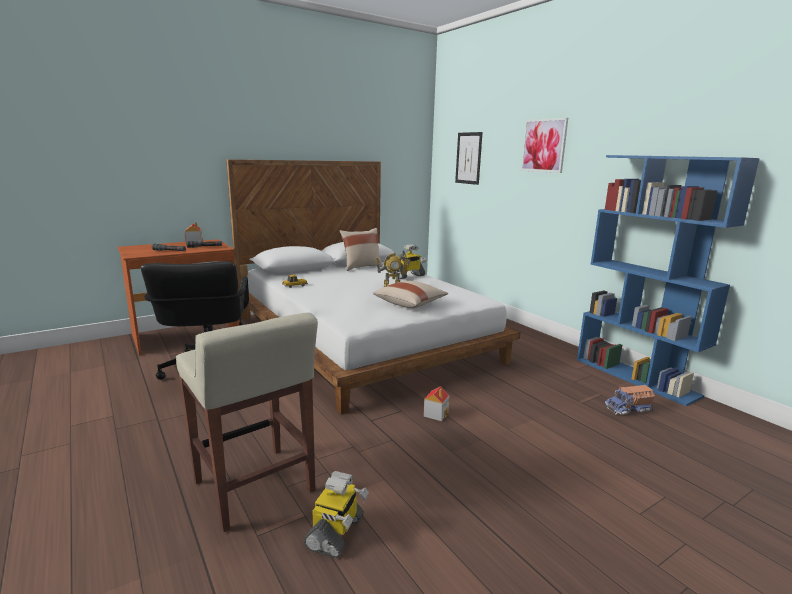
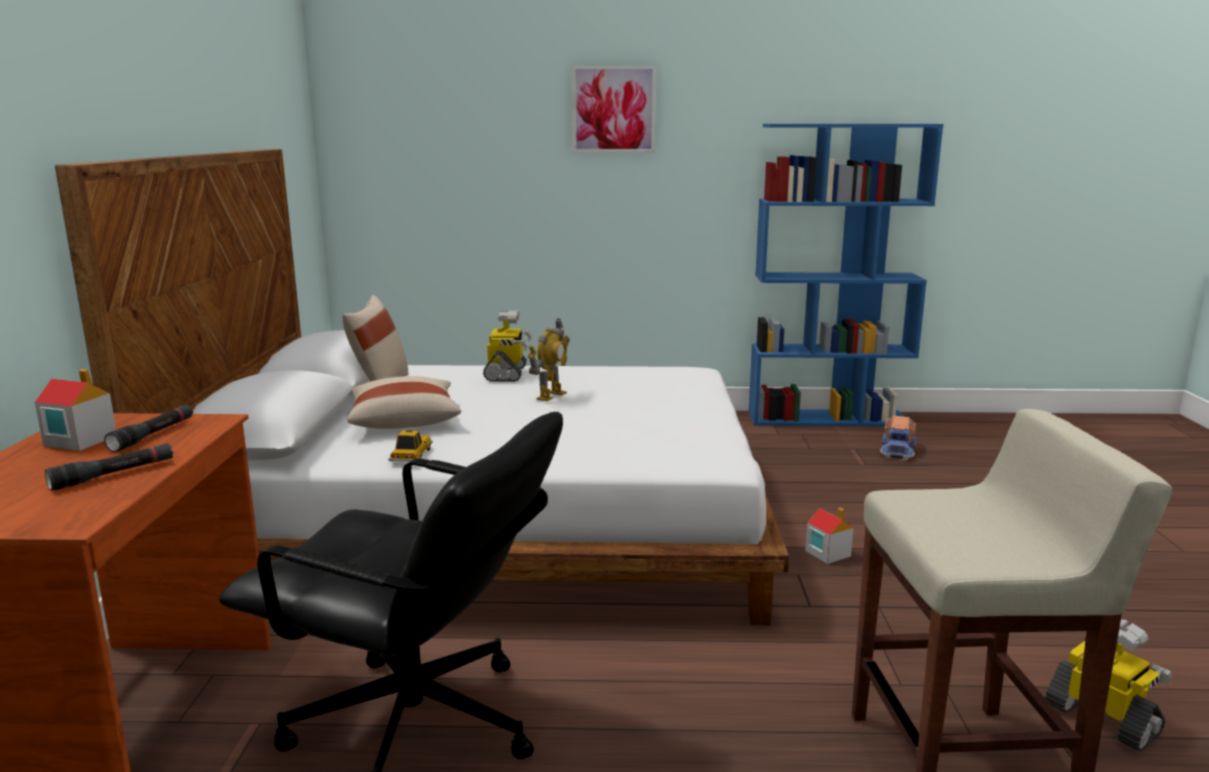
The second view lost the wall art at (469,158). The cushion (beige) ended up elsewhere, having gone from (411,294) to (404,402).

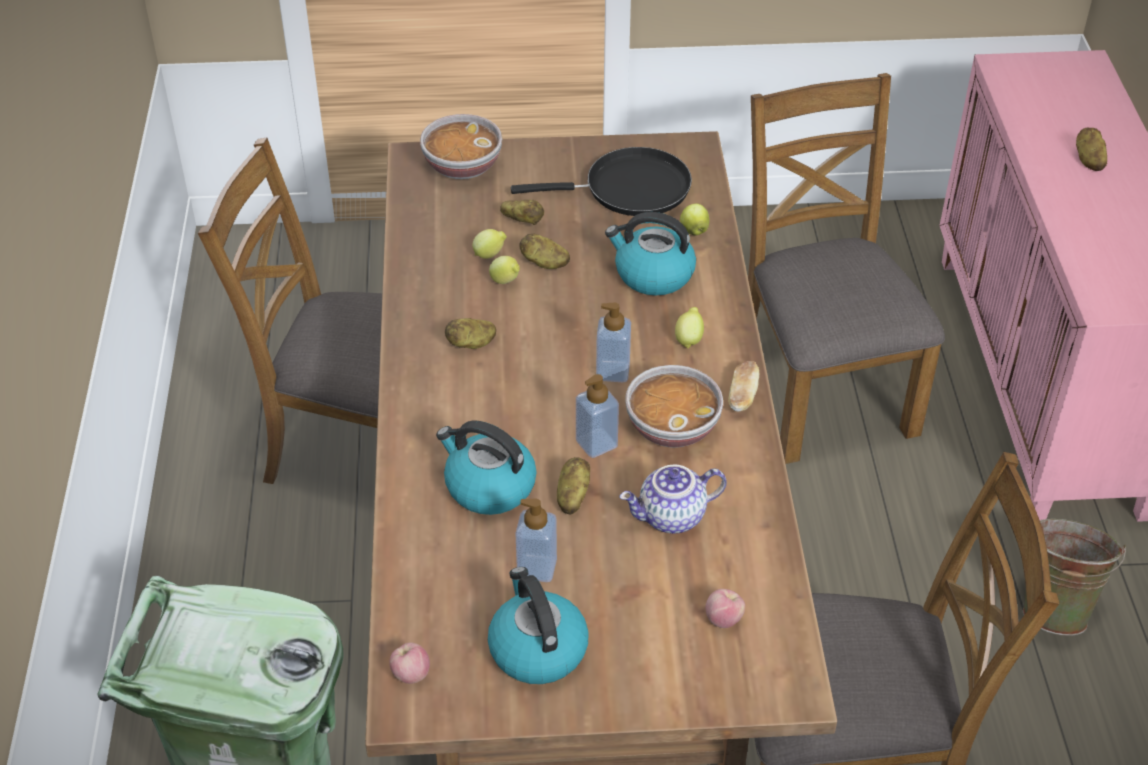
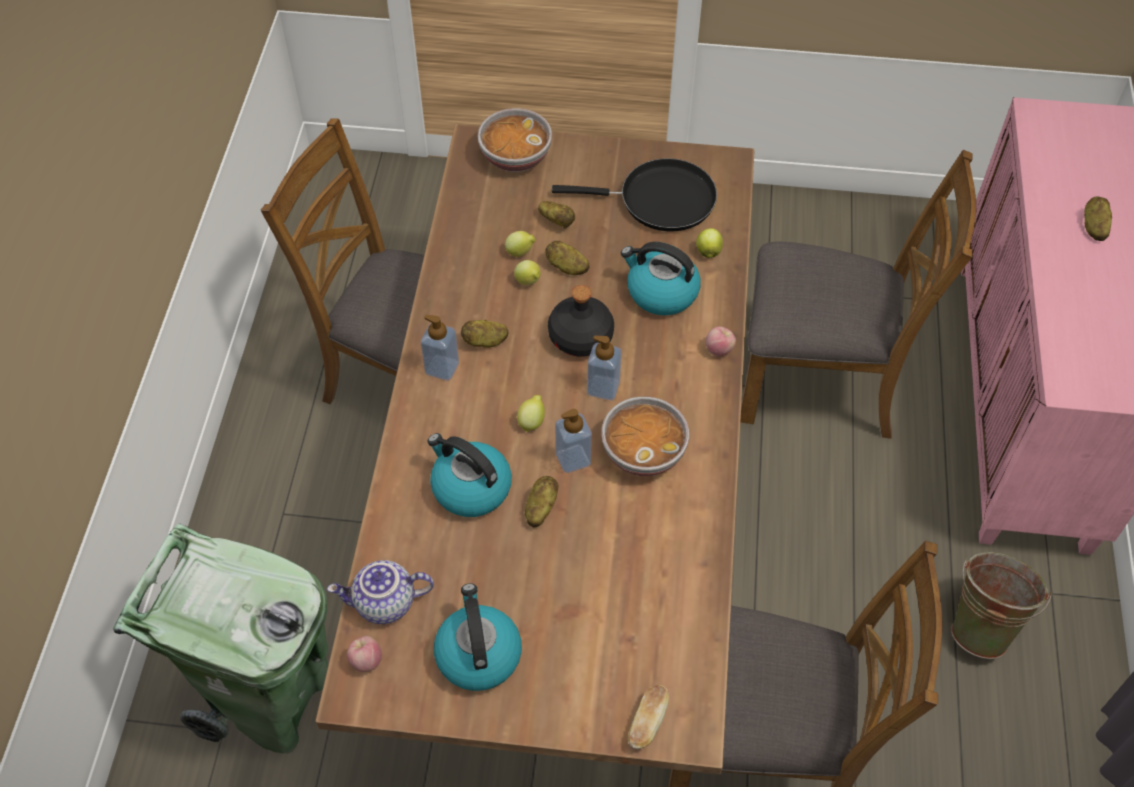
The second view gained the beverage bottle (black-coloured) at (581,321). The liquid soap bottle ended up elsewhere, having gone from (536,540) to (440,347). The teapot ended up elsewhere, having gone from (673,499) to (380,592). The whole lemon ended up elsewhere, having gone from (689,328) to (531,413). The whole apple ended up elsewhere, having gone from (725,608) to (721,341). The bakery bread ended up elsewhere, having gone from (743,386) to (648,717). The plain chair (brown) at (846,268) ended up facing another way, 105 degrees clockwise from before.

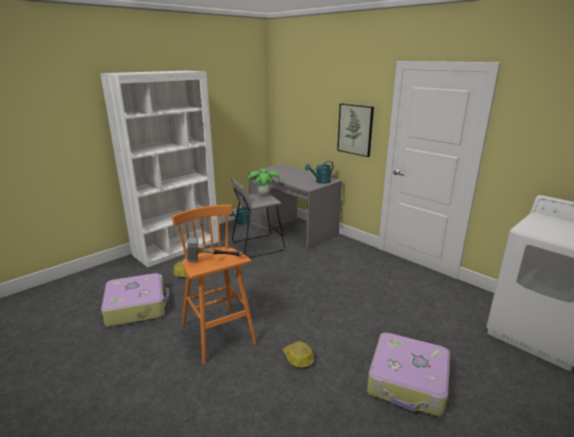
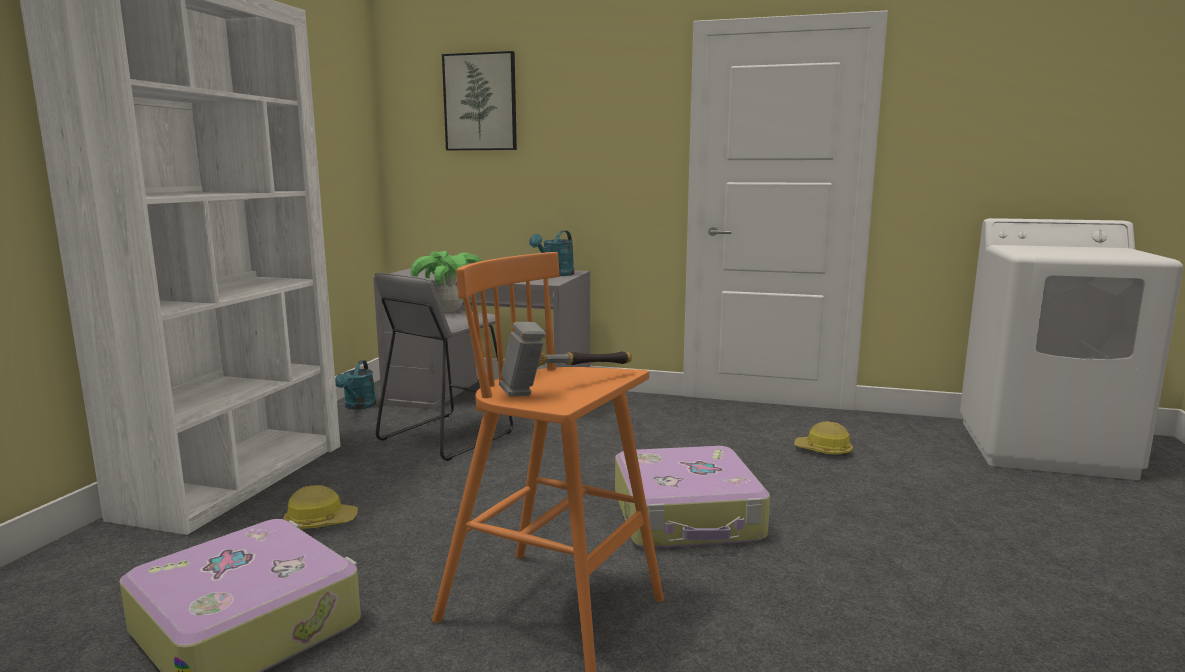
The safety helmet ended up elsewhere, having gone from (298,354) to (823,439). The wall art ended up elsewhere, having gone from (355,130) to (479,100). The travel case ended up elsewhere, having gone from (408,374) to (692,497).

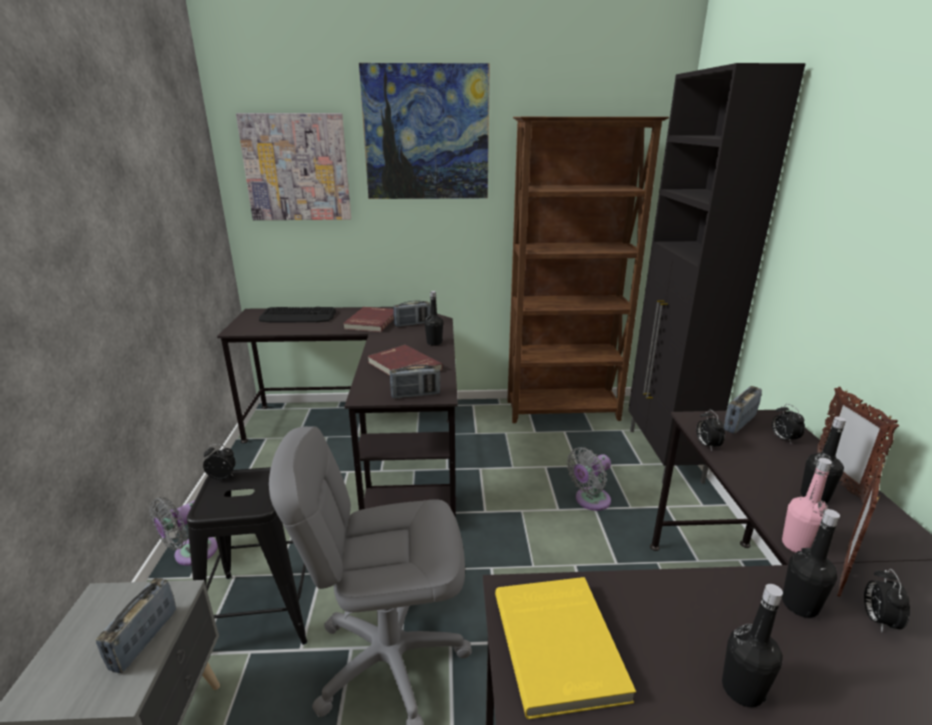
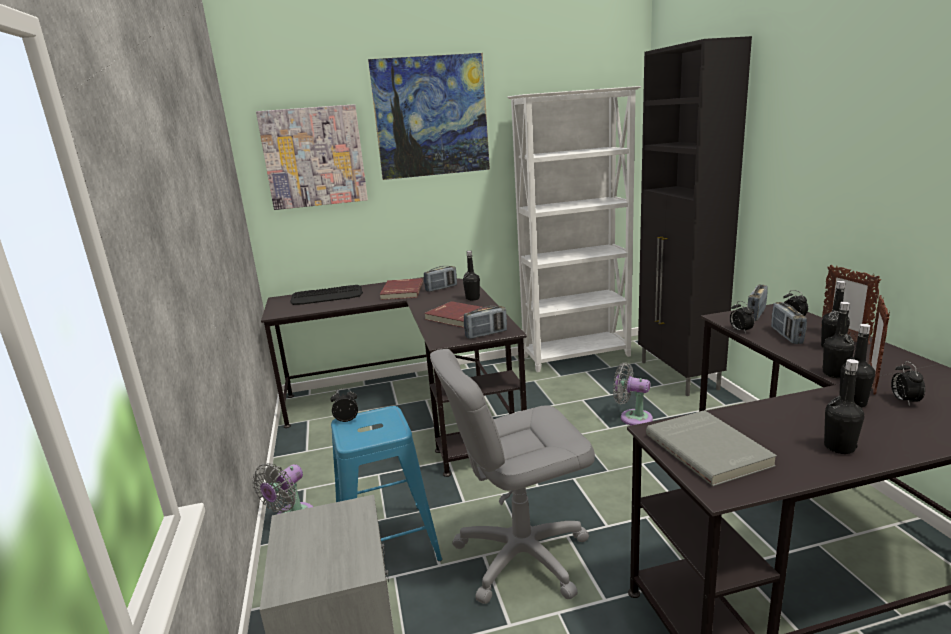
The radio set ended up elsewhere, having gone from (136,625) to (789,323). What was the sitting stool (black-coloured) at (247,556) turned into the sitting stool (blue) at (386,483). What was the volume (yellow-coloured) at (565,648) turned into the volume (gray) at (711,448). What was the shelving unit (brown) at (588,270) turned into the shelving unit (whitish) at (574,229). What was the beverage bottle (pink) at (807,505) turned into the beverage bottle (black-coloured) at (839,340). The cooling fan (gray) at (588,479) ended up facing another way, 75 degrees clockwise from before.

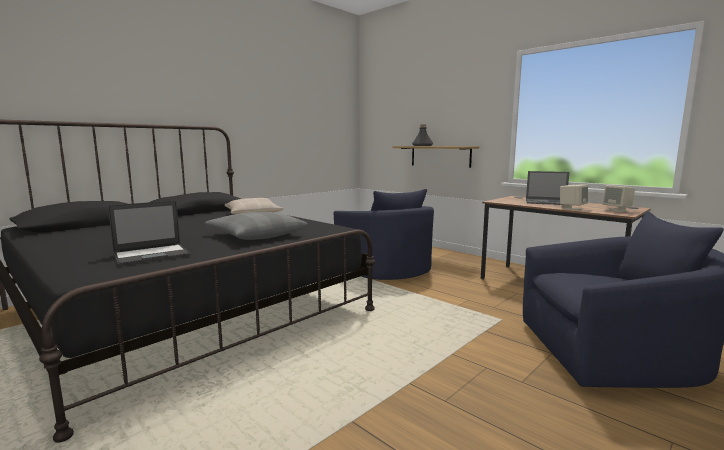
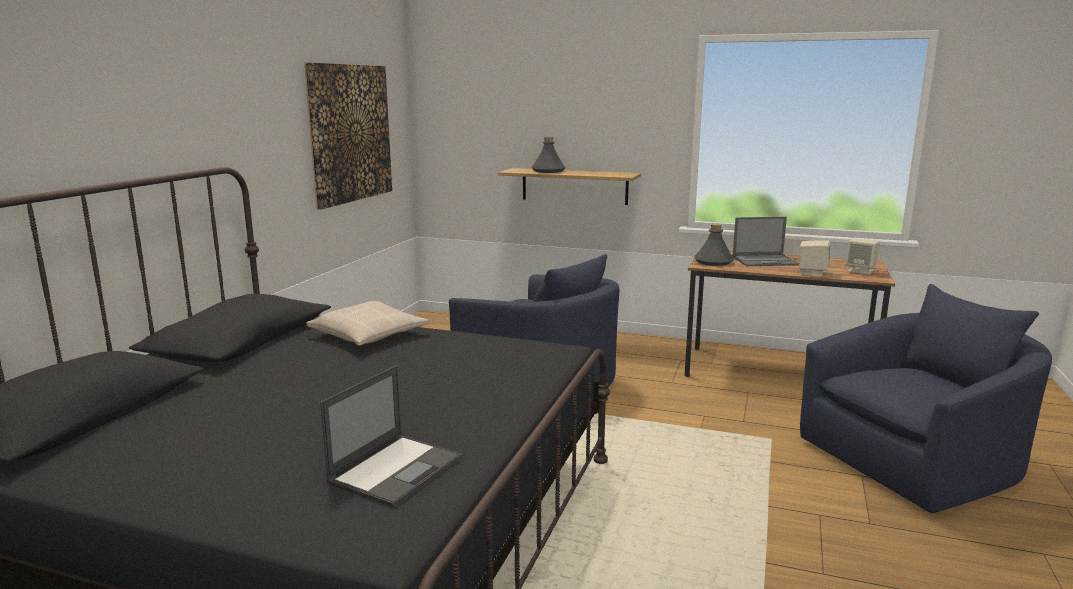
The second view lost the cushion (gray) at (256,225). The second view gained the wall art at (348,136). The second view gained the beverage bottle (gray) at (714,245).

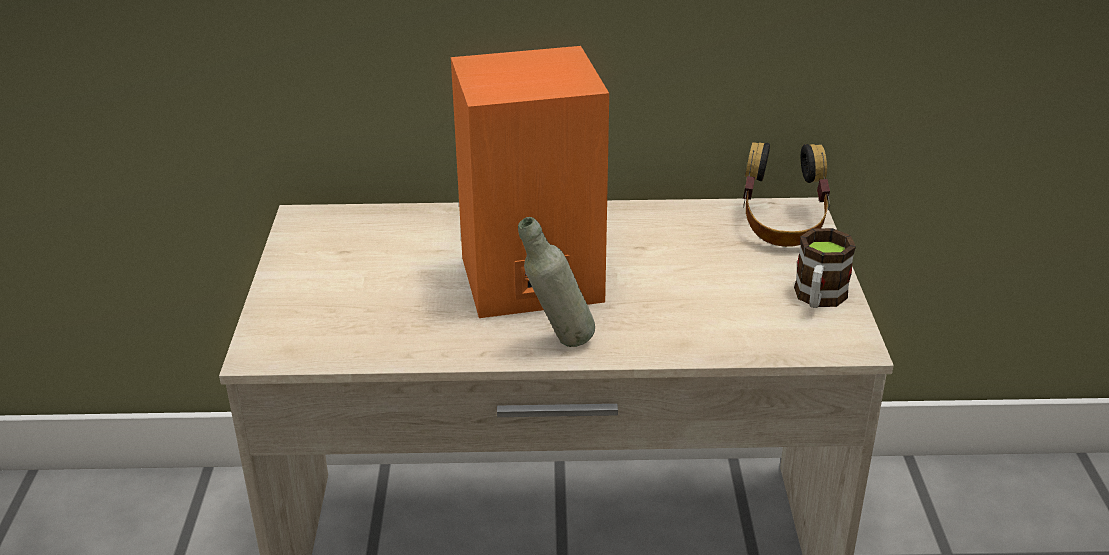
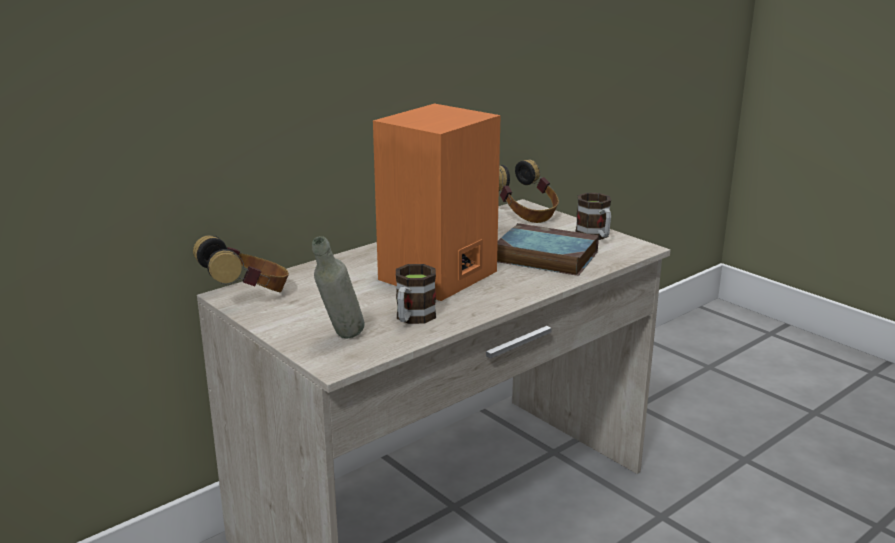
The second view gained the pair of headphones at (241,263). The second view gained the coffee mug at (416,294). The second view gained the volume at (548,249). The beverage bottle (gray) ended up elsewhere, having gone from (556,282) to (338,287).

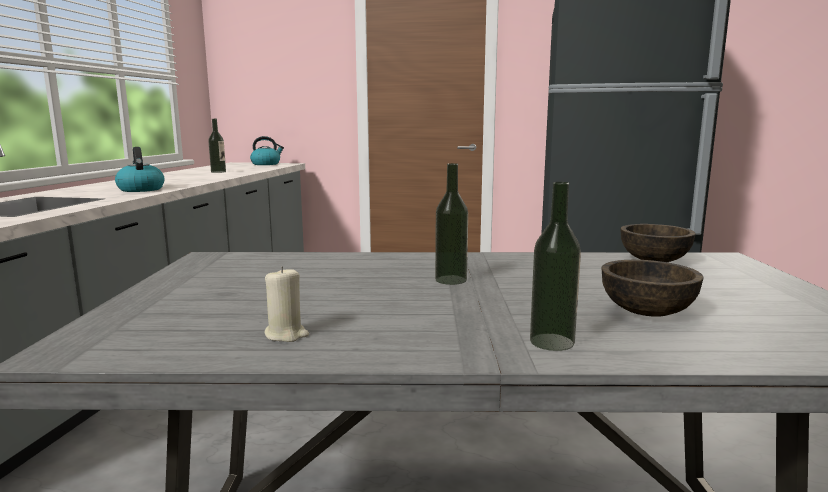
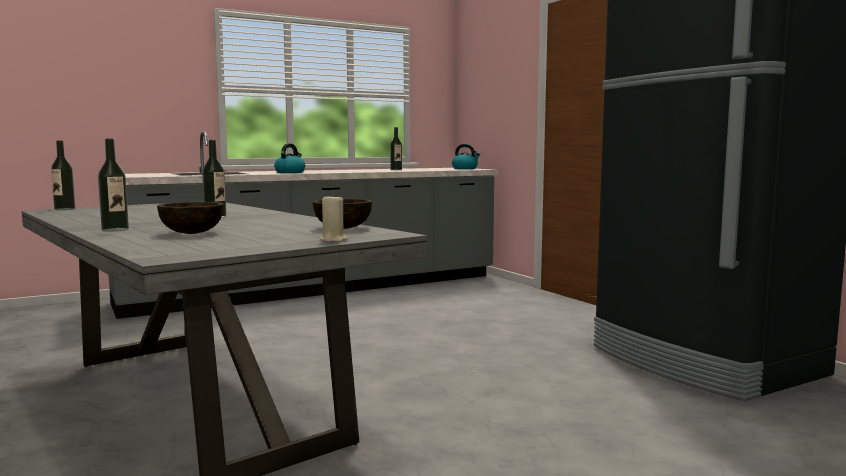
The second view gained the beverage bottle at (63,175). The wax light (beige) ended up elsewhere, having gone from (286,304) to (333,218).

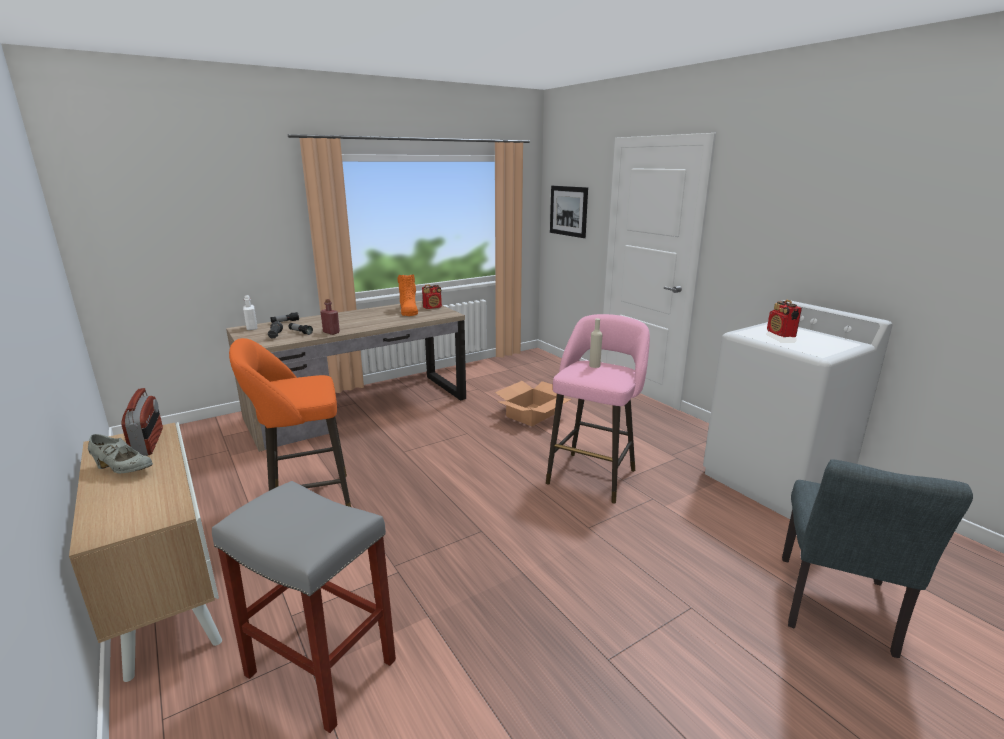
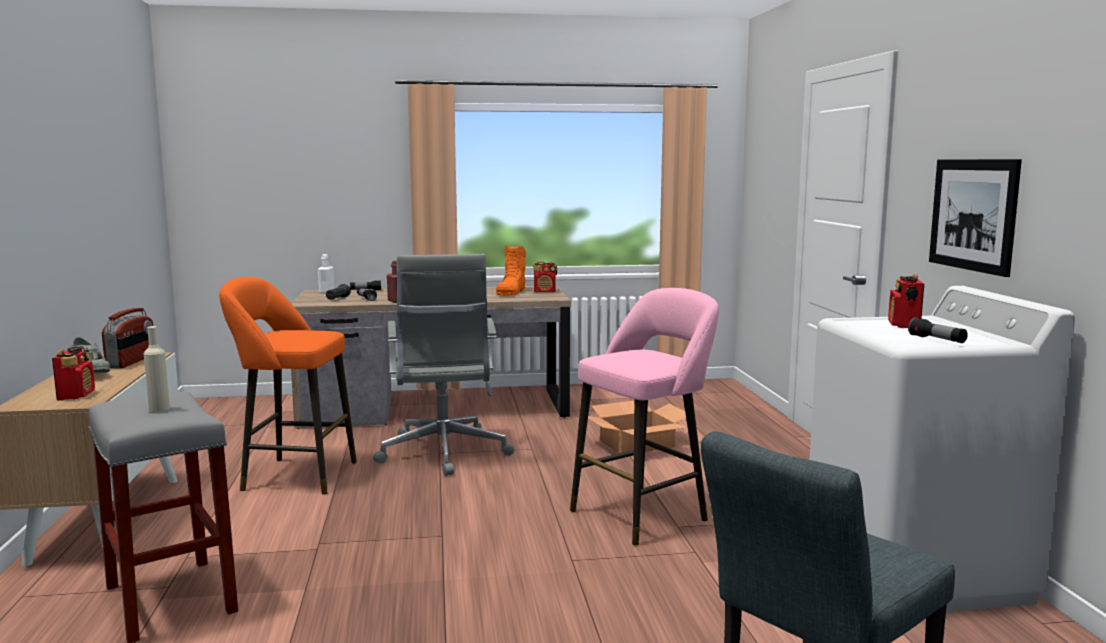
The second view gained the radio set at (73,374). The second view gained the desk chair (gray) at (443,365). The second view gained the hand torch at (938,330). The wall art ended up elsewhere, having gone from (569,212) to (975,218). The beverage bottle (beige) ended up elsewhere, having gone from (595,343) to (157,369).

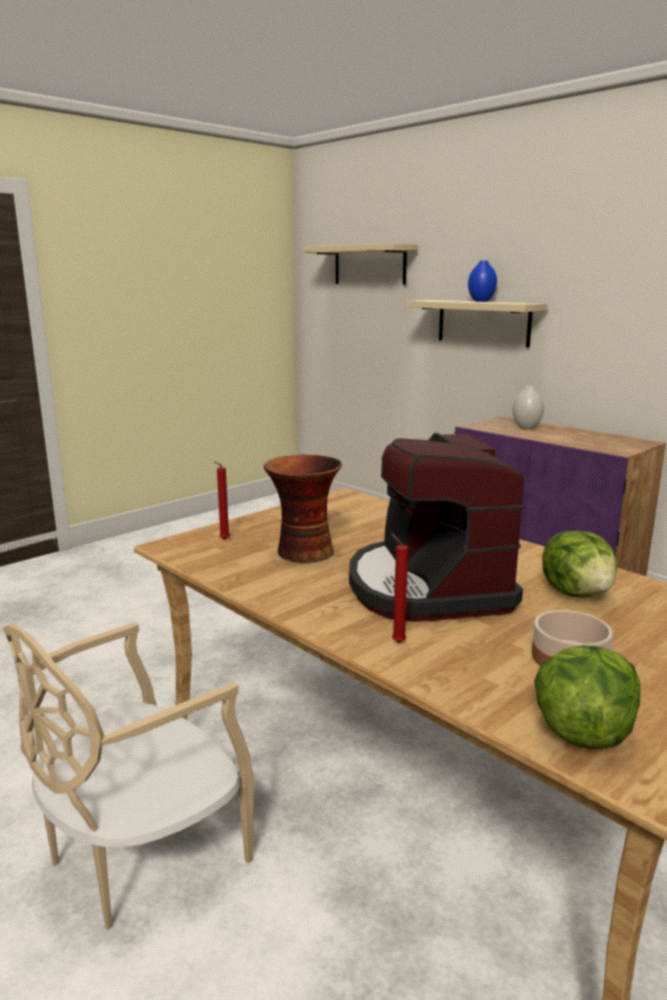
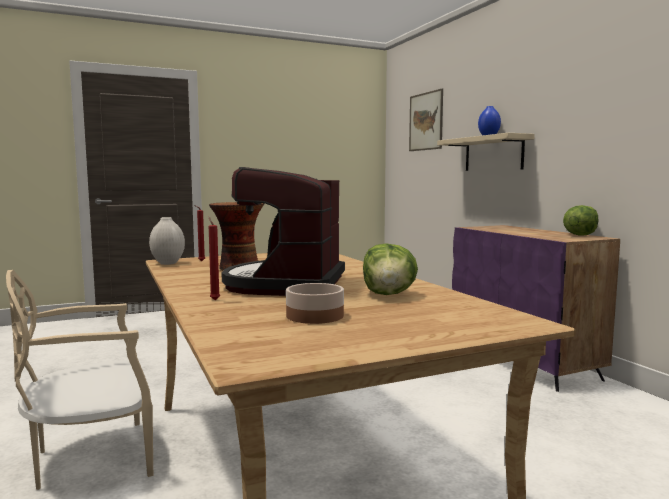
The vase (whitish) ended up elsewhere, having gone from (528,407) to (167,241). The lettuce head ended up elsewhere, having gone from (587,697) to (581,220). Where the wall shelf (beige) hung at (360,264), the wall art came to hang at (426,120).

